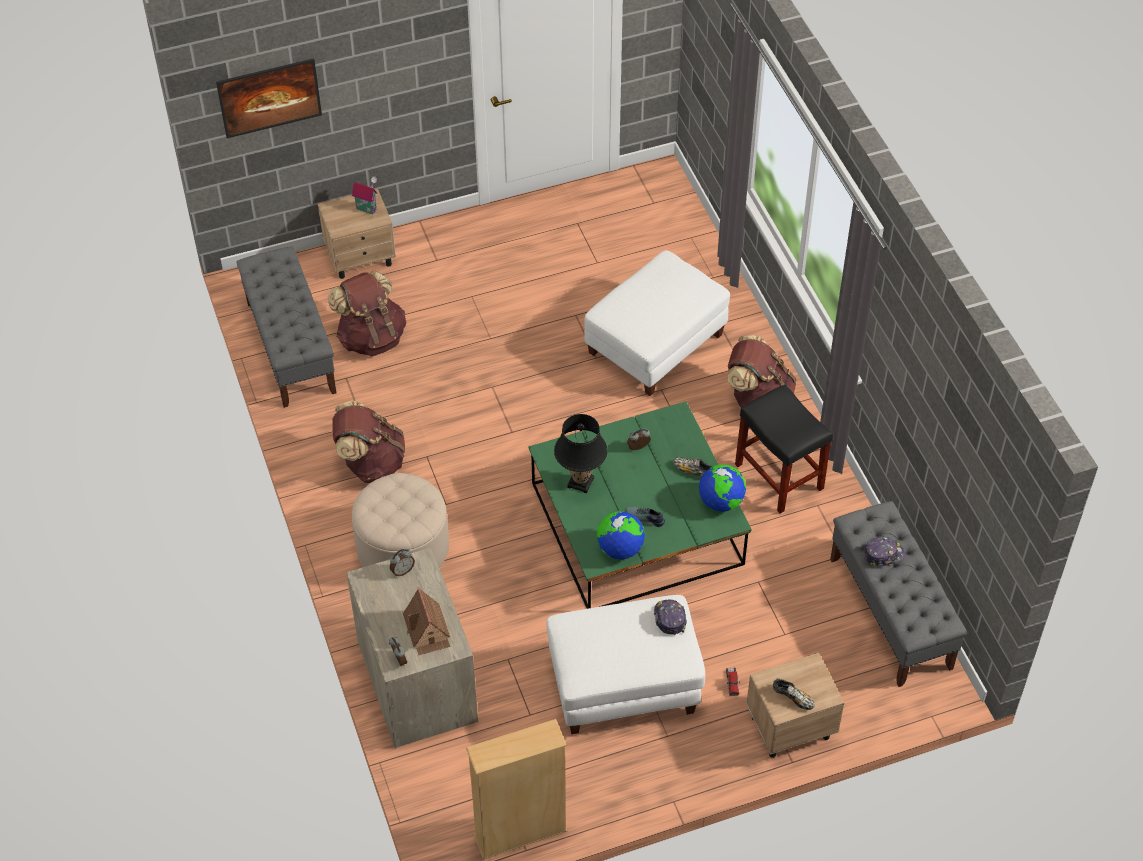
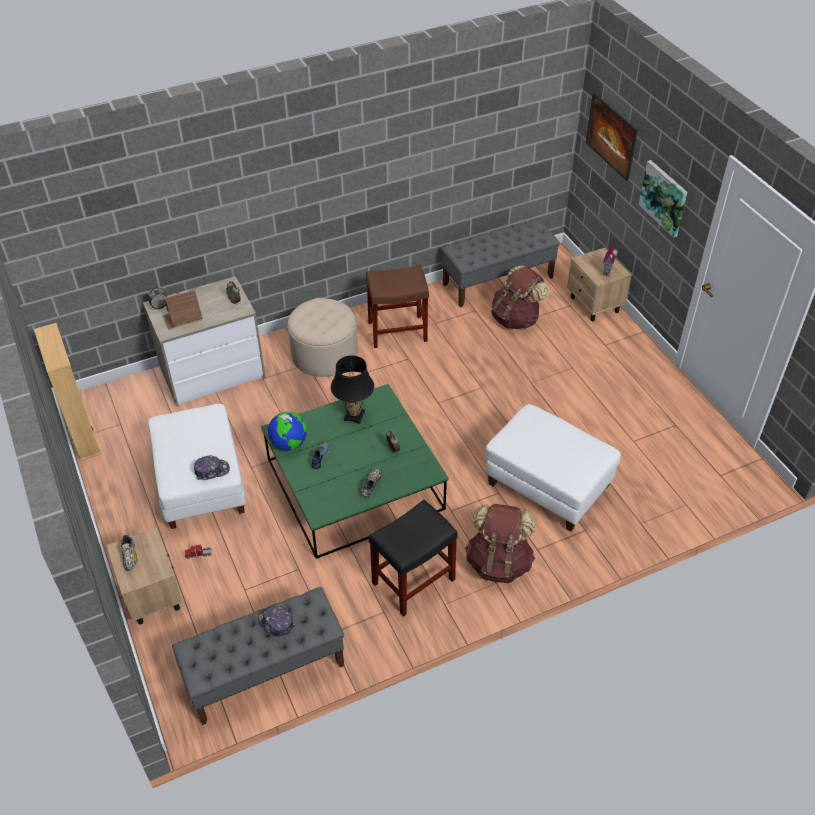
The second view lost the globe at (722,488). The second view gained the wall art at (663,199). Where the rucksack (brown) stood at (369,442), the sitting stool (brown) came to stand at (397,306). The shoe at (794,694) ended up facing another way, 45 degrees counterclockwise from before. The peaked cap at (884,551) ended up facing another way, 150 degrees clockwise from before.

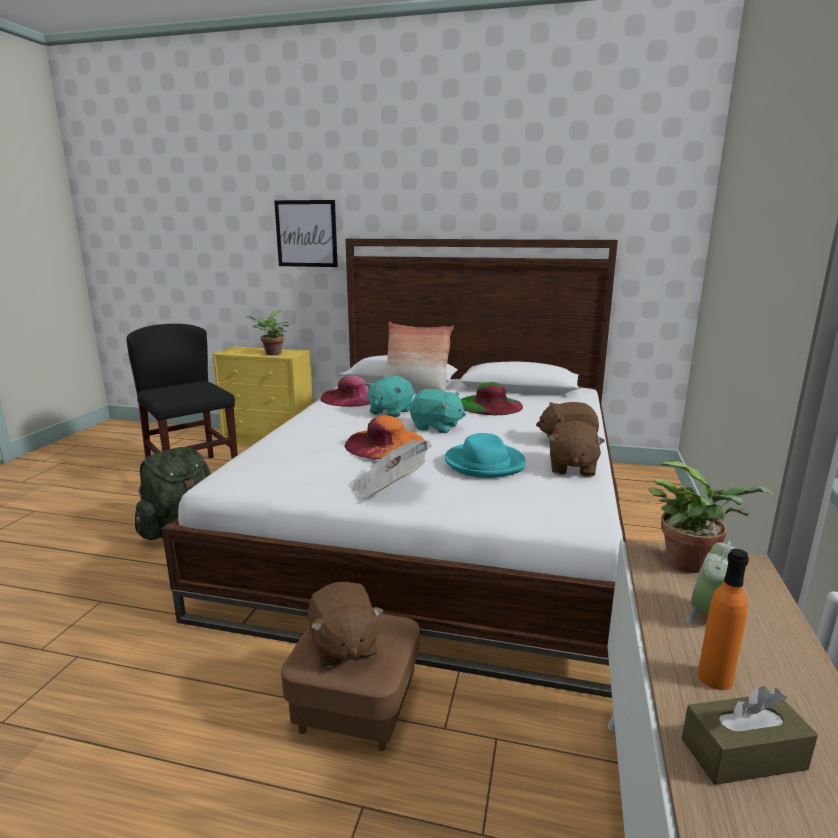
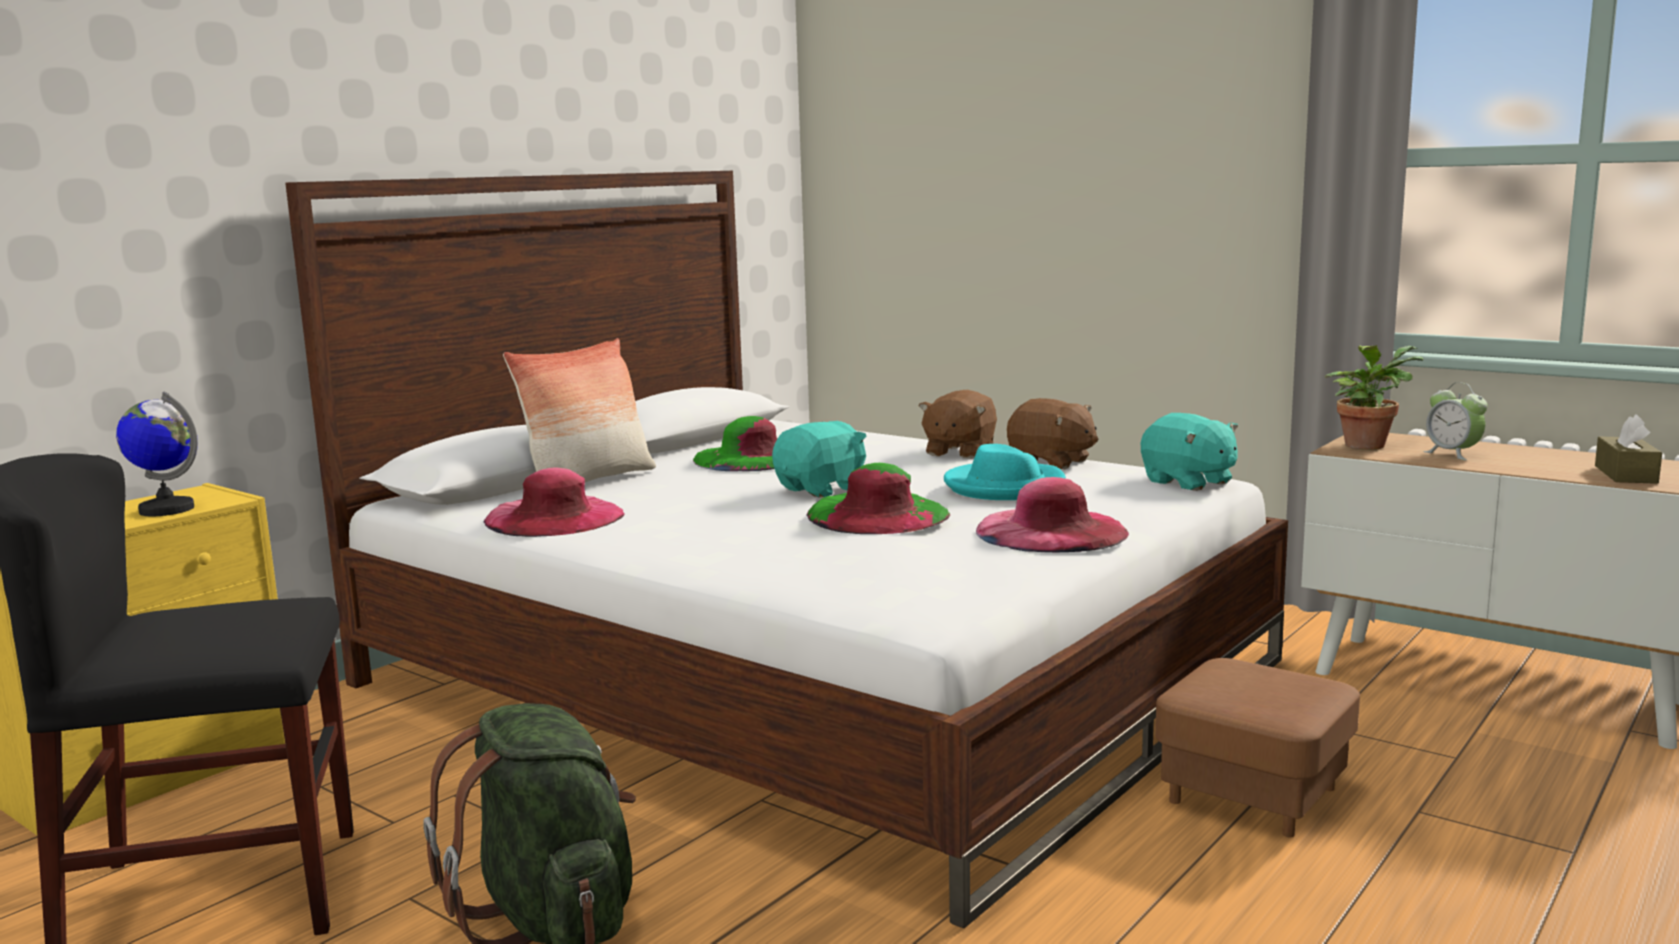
The second view lost the wall art at (306,233). The second view lost the soft toy (brown) at (346,625). The second view lost the beverage bottle (orange-coloured) at (723,619). The soft toy (turquoise-coloured) ended up elsewhere, having gone from (390,396) to (1189,452). Where the plant in a pot stood at (268,332), the globe came to stand at (157,454). Where the newspaper stood at (390,469), the wearable hat (pink) came to stand at (1052,514). What was the wearable hat (orange-coloured) at (384,437) turned into the wearable hat (green-coloured) at (878,498).

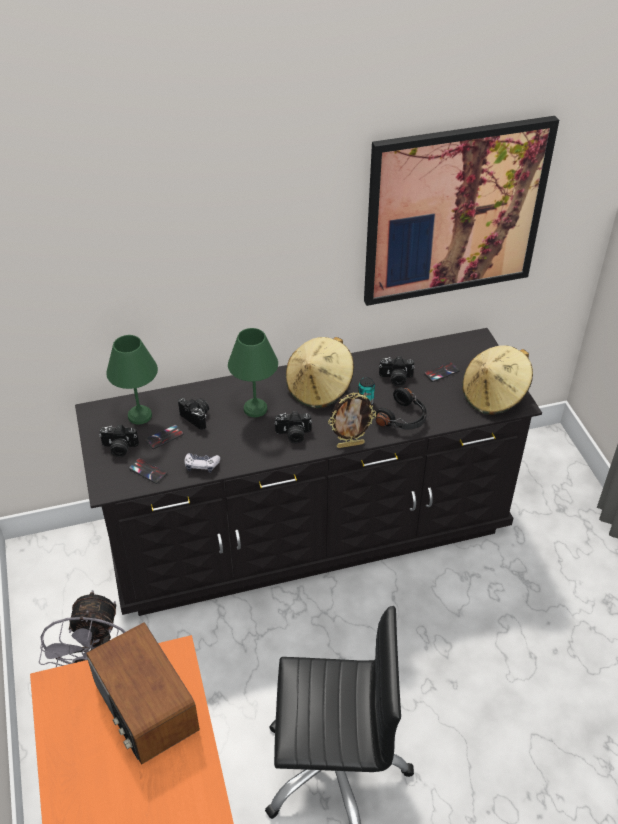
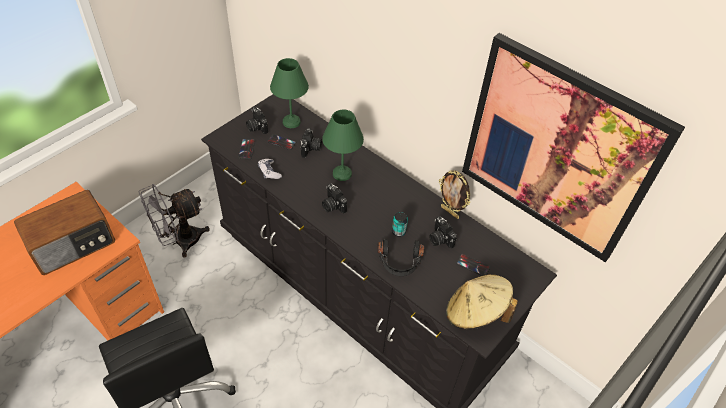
The second view lost the wearable hat (beige) at (320,372). The photo frame ended up elsewhere, having gone from (352,420) to (454,194). The radio set at (143,693) ended up facing another way, 150 degrees counterclockwise from before.

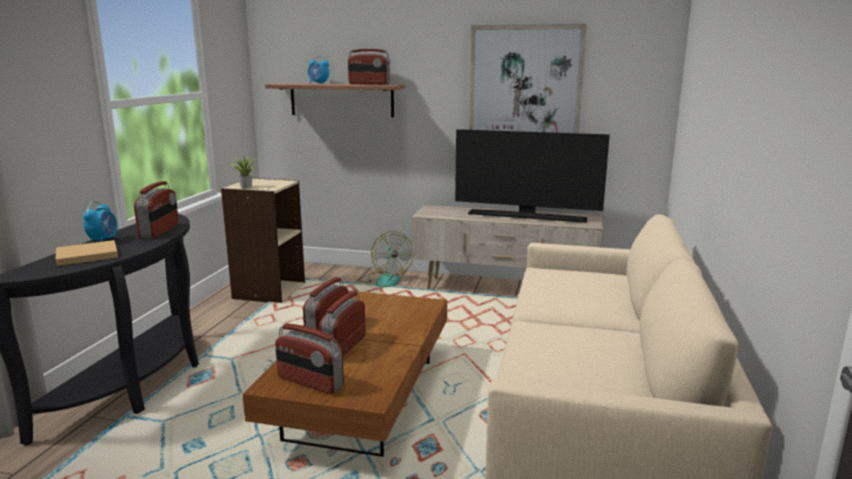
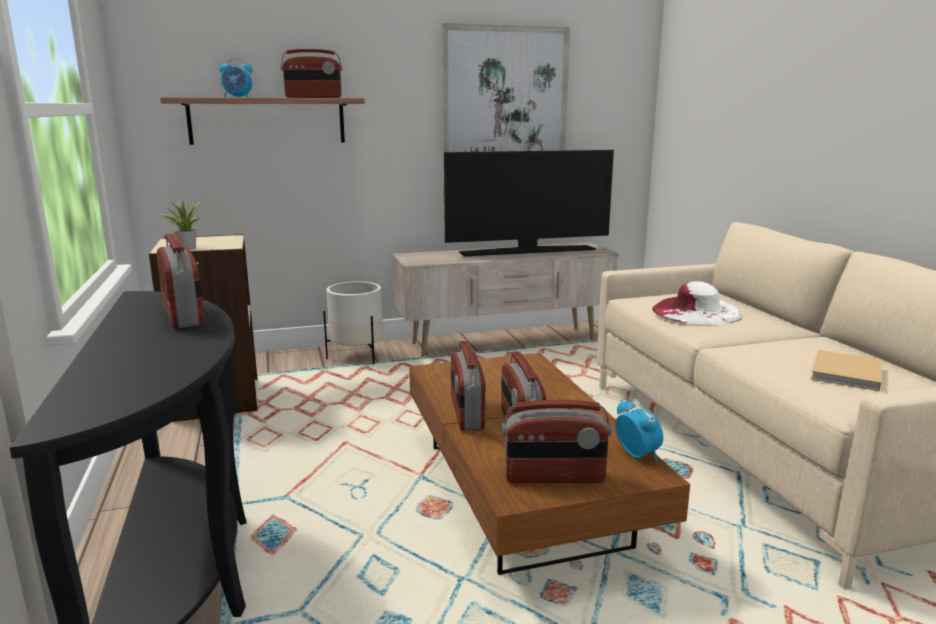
The second view gained the wearable hat (whitish) at (697,303). The volume (beige) ended up elsewhere, having gone from (86,253) to (846,370). The bedside clock ended up elsewhere, having gone from (100,221) to (639,430). Where the cooling fan stood at (385,259), the plant pot (whitish) came to stand at (353,322).

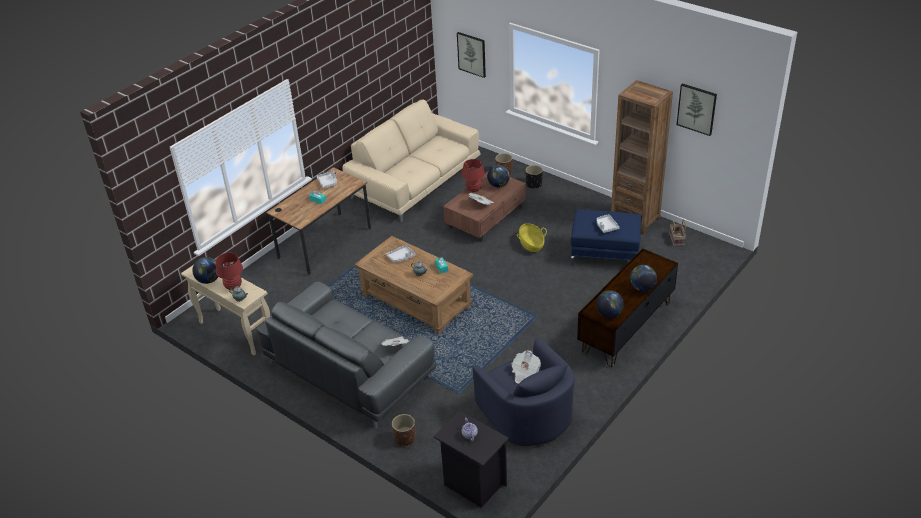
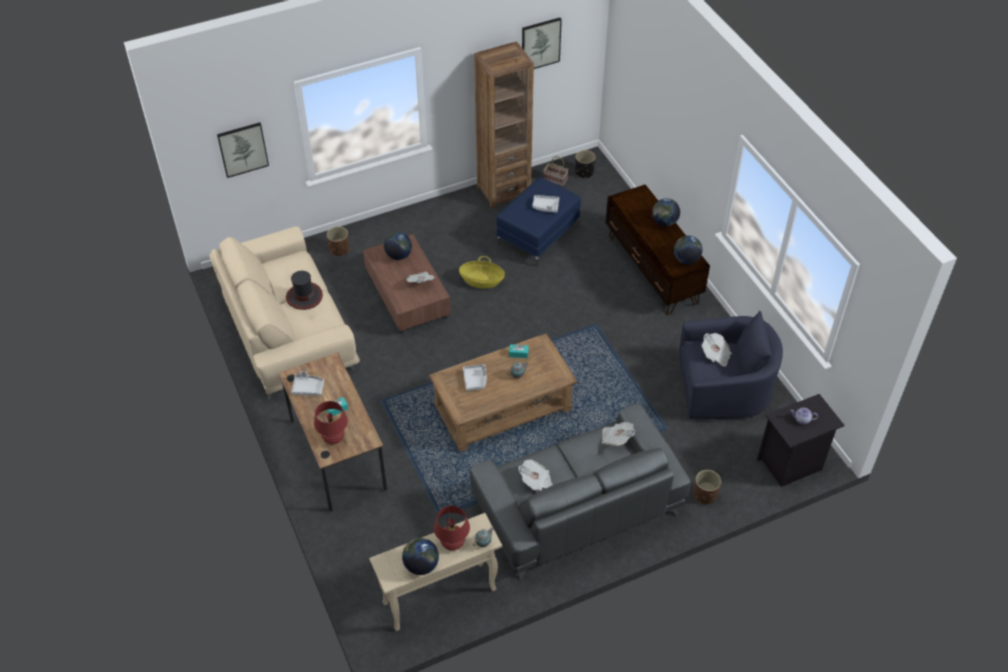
The second view gained the wearable hat at (304,290). The second view gained the newspaper at (536,475). The tabletop lamp (red-coloured) ended up elsewhere, having gone from (473,175) to (331,422). The plant pot (black-coloured) ended up elsewhere, having gone from (534,177) to (585,164).

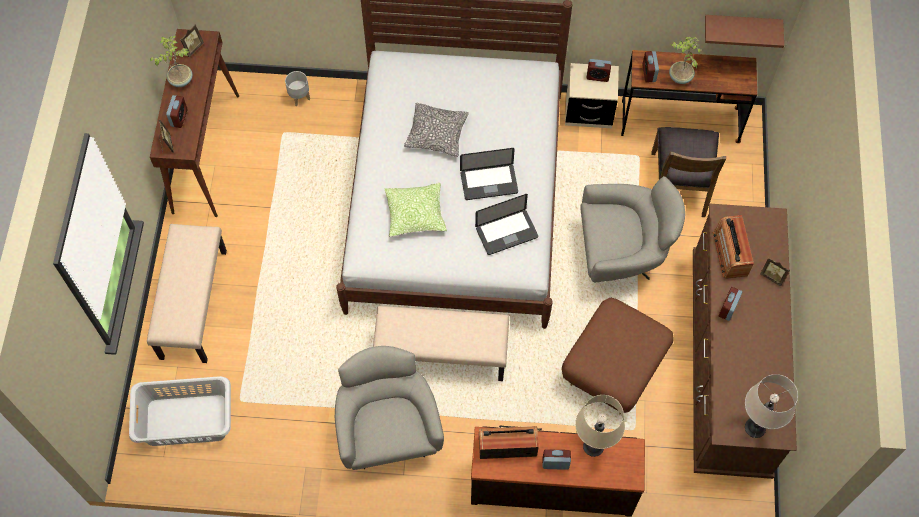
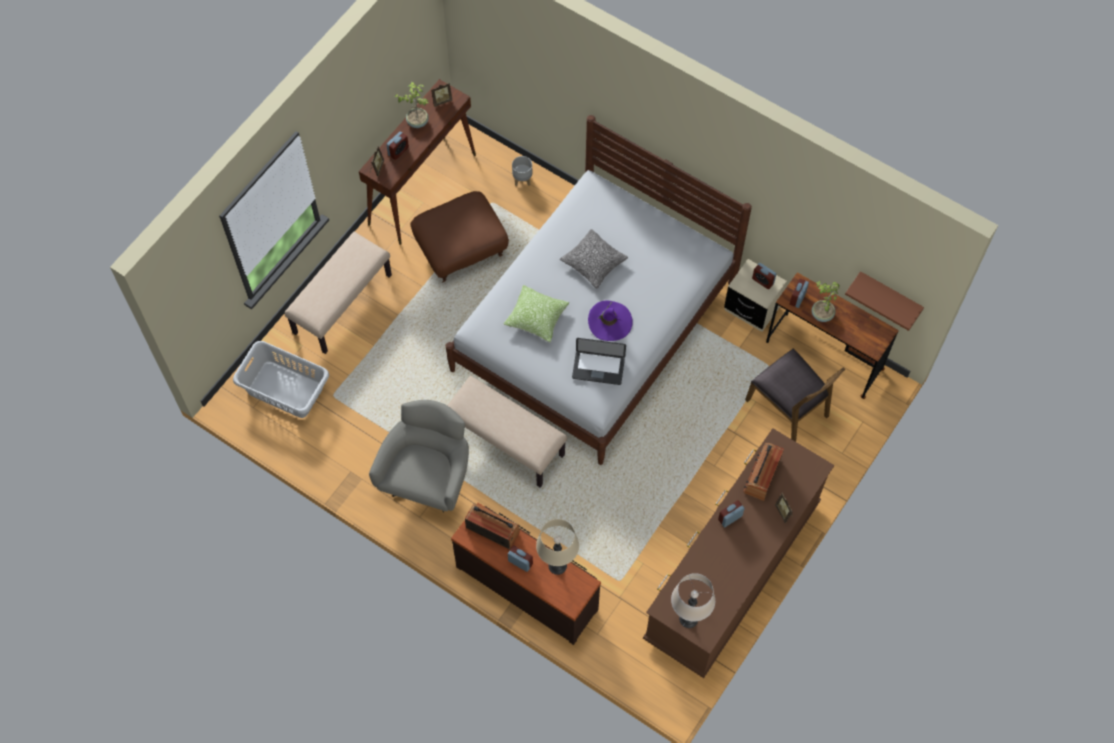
The second view lost the easy chair (gray) at (632,229). The ottoman (brown) ended up elsewhere, having gone from (618,356) to (460,236). Where the notebook computer stood at (489,174), the wearable hat (purplish) came to stand at (610,320). The plain chair (brown) at (688,172) ended up facing another way, 75 degrees counterclockwise from before.

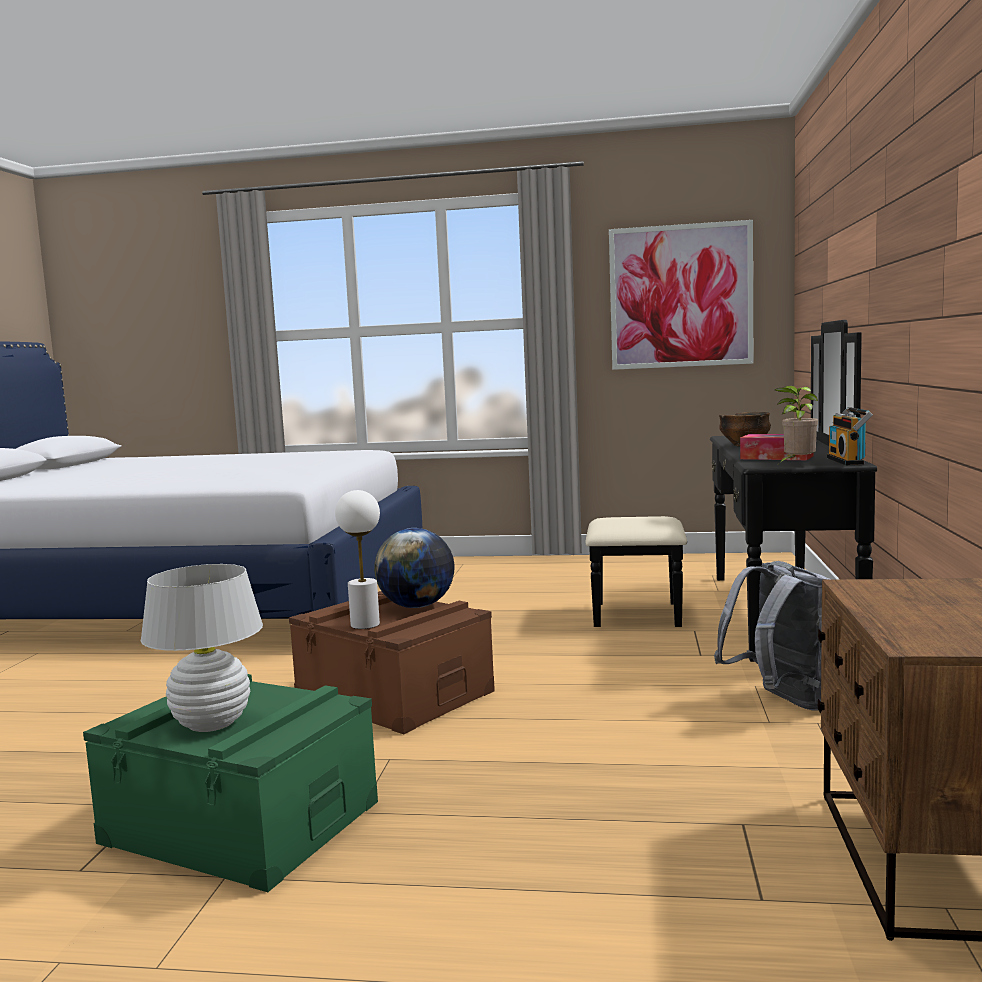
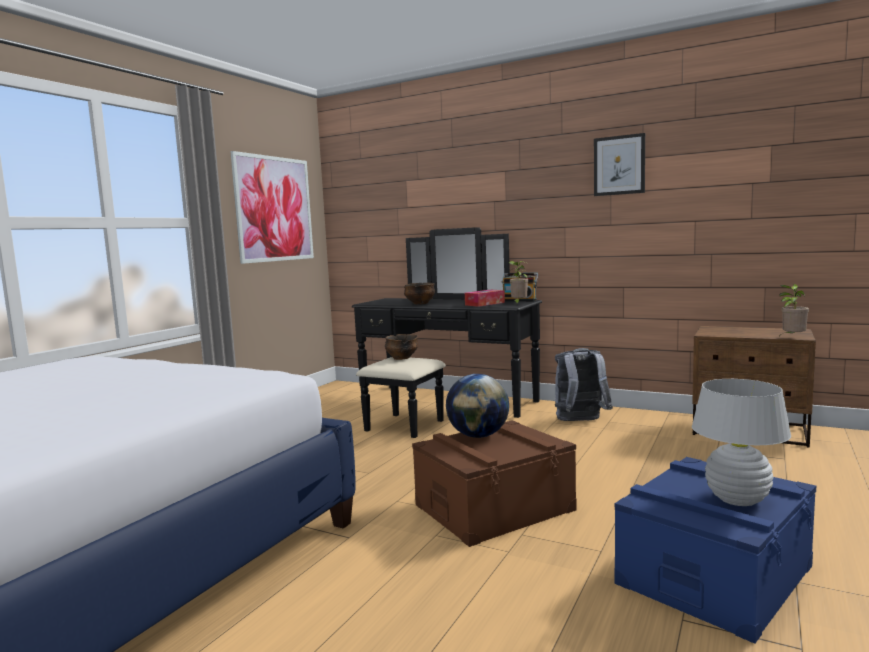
The second view lost the tabletop lamp (whitish) at (357,559). The second view gained the bowl at (401,347). The second view gained the wall art at (619,164). The second view gained the plant in a pot at (794,309). What was the storage box (green-coloured) at (230,783) turned into the storage box (blue) at (715,550).

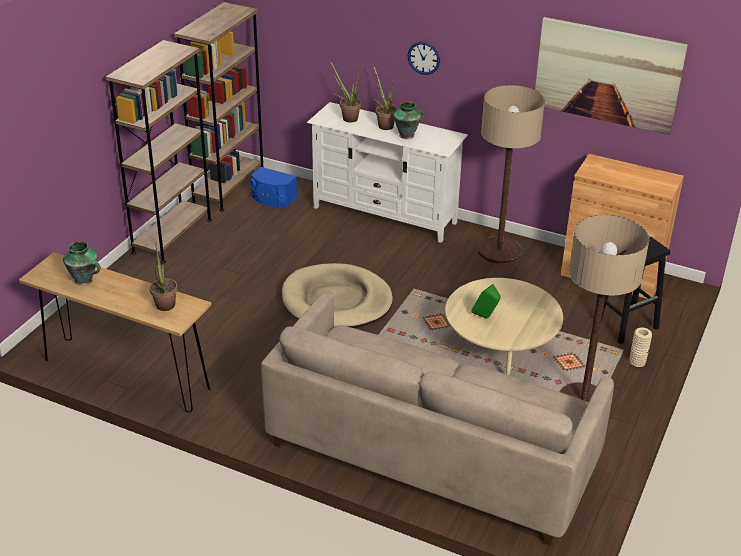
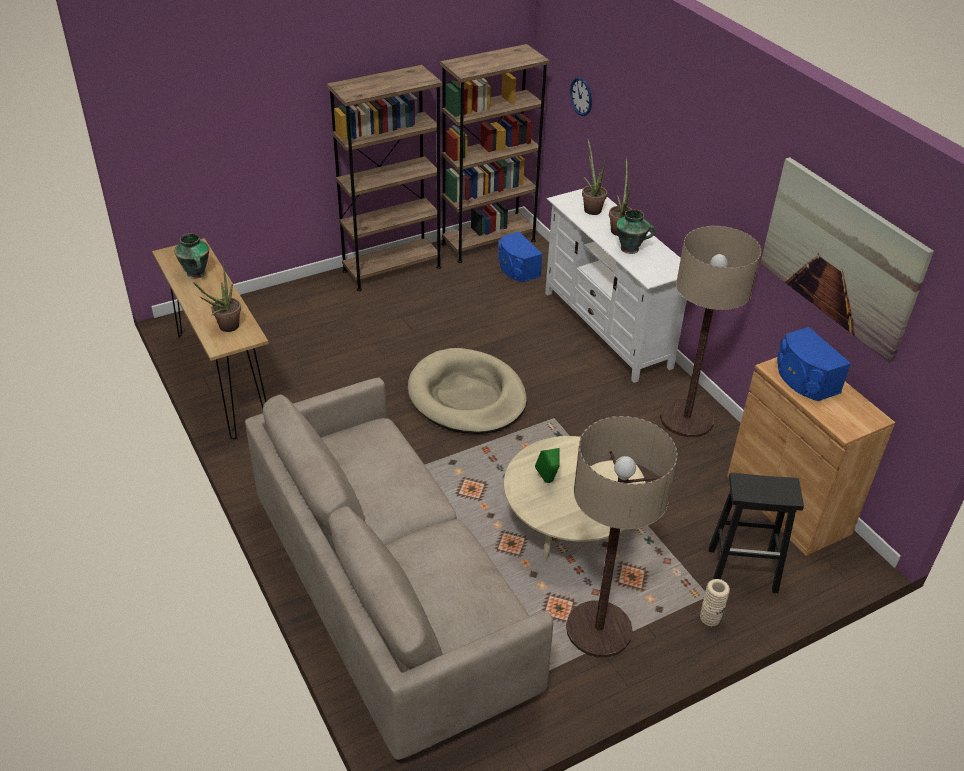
The second view gained the speaker (blue) at (814,364). The hanging clock ended up elsewhere, having gone from (424,58) to (581,96).

